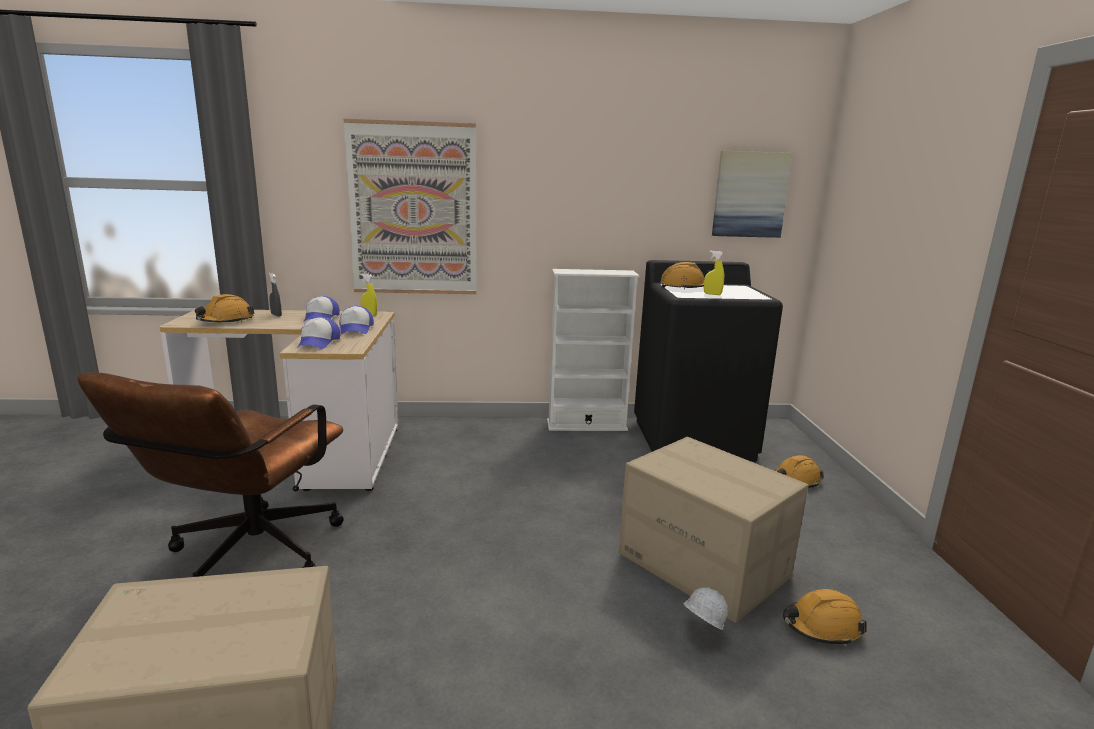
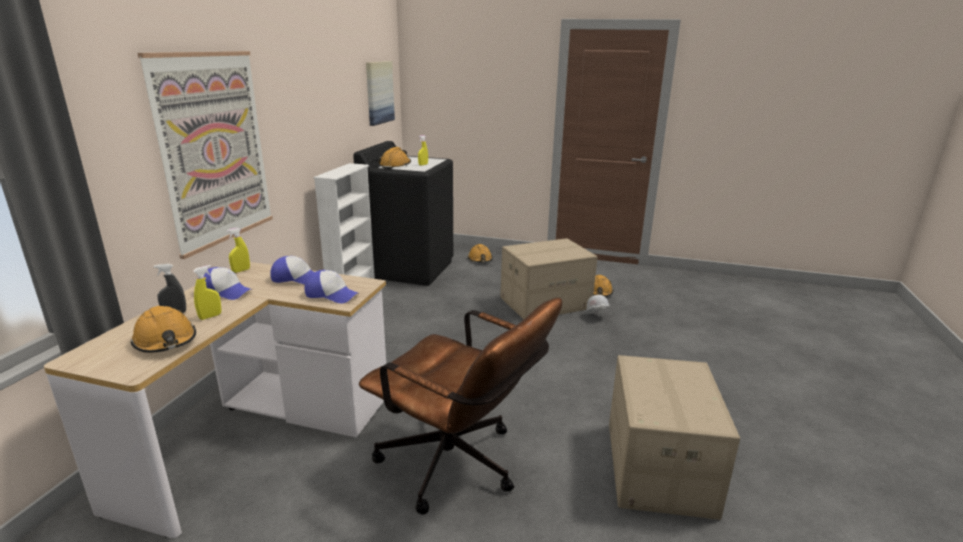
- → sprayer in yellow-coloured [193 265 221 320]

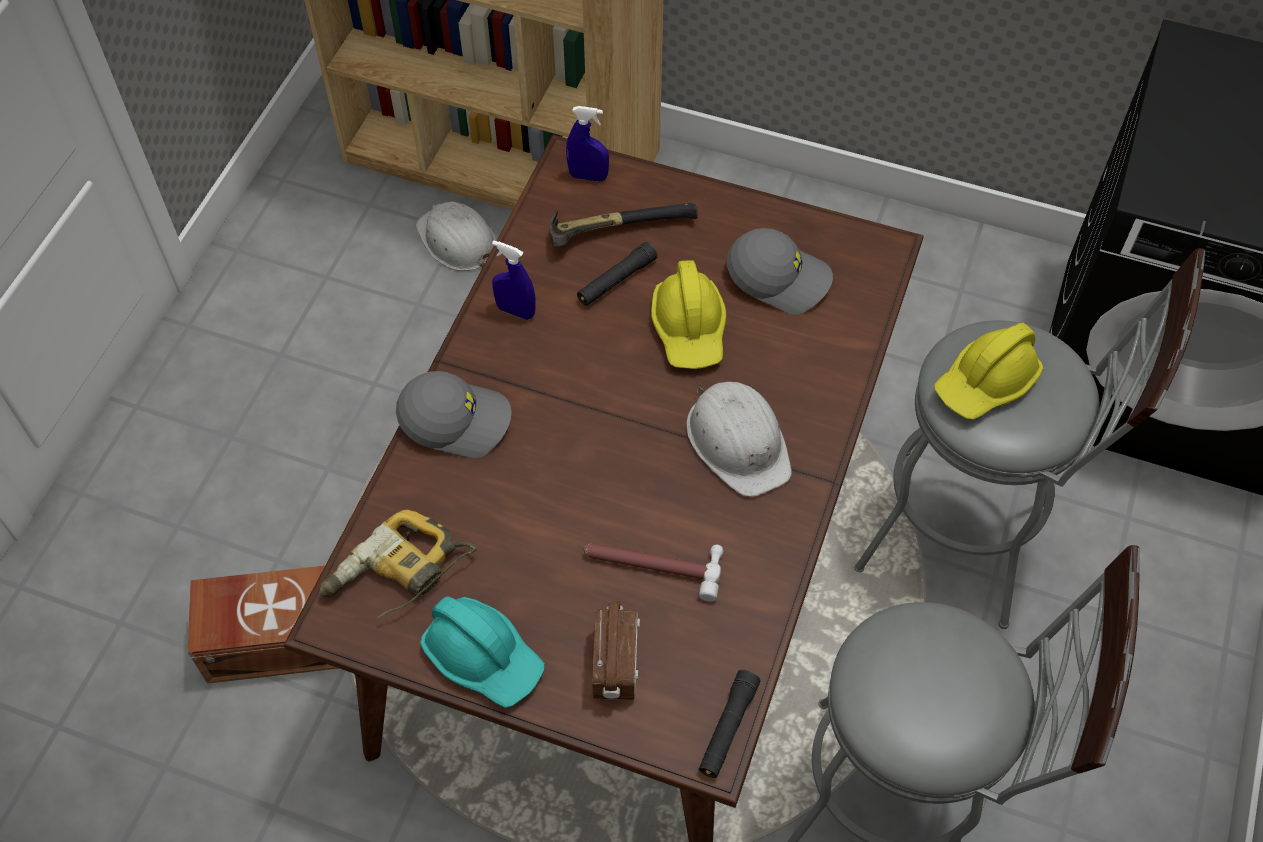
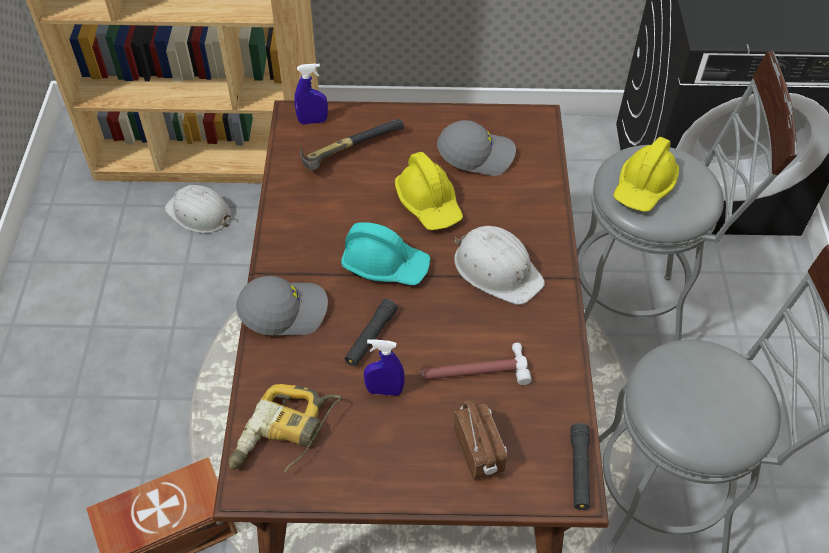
sprayer in blue-coloured [492 240 536 320] → sprayer in blue-coloured [364 339 405 396], relocated
torch in black [577 242 658 306] → torch in black [344 299 398 367], relocated
work helmet in blue-green [420 596 545 708] → work helmet in blue-green [341 222 430 285], relocated

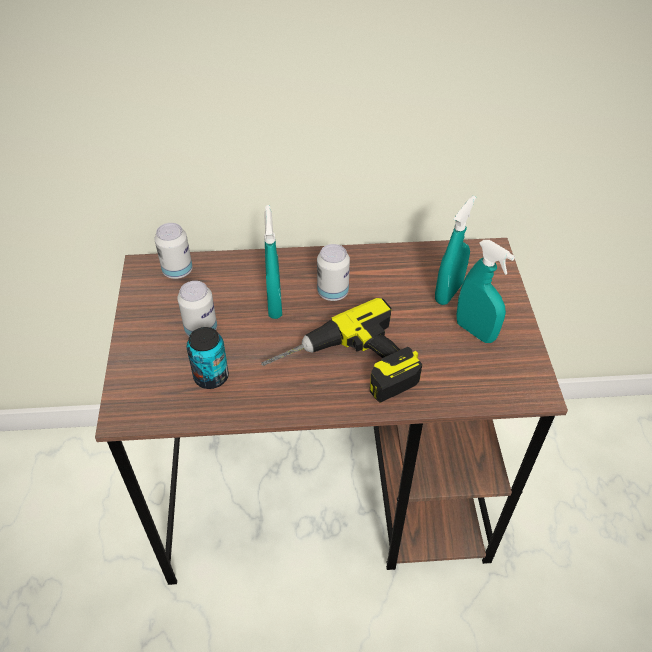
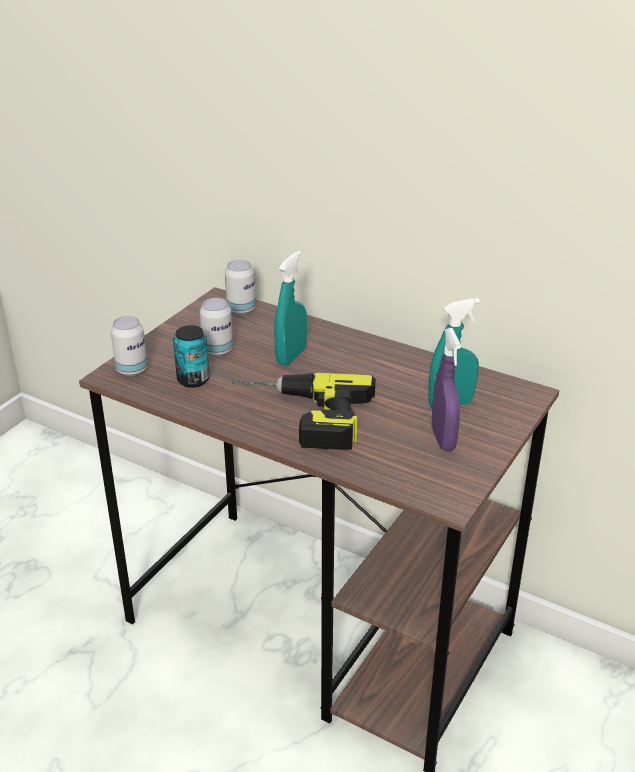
sprayer in blue-green [456 240 515 343] → sprayer in purple-coloured [432 328 461 451]
metal can [317 244 350 301] → metal can [111 316 148 376], relocated

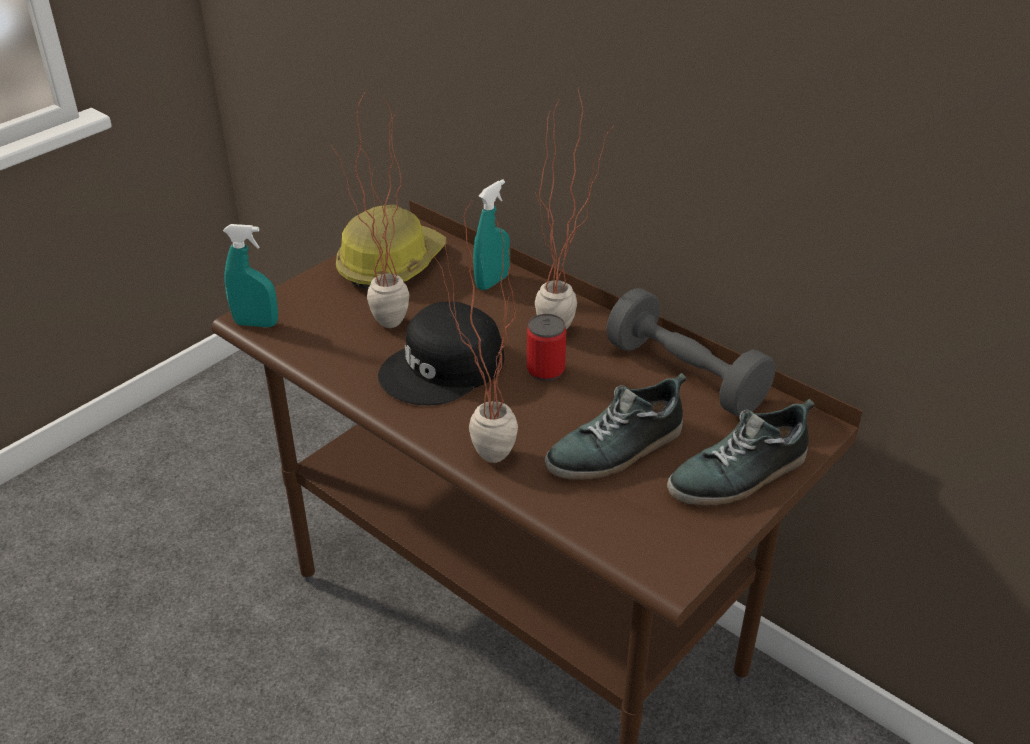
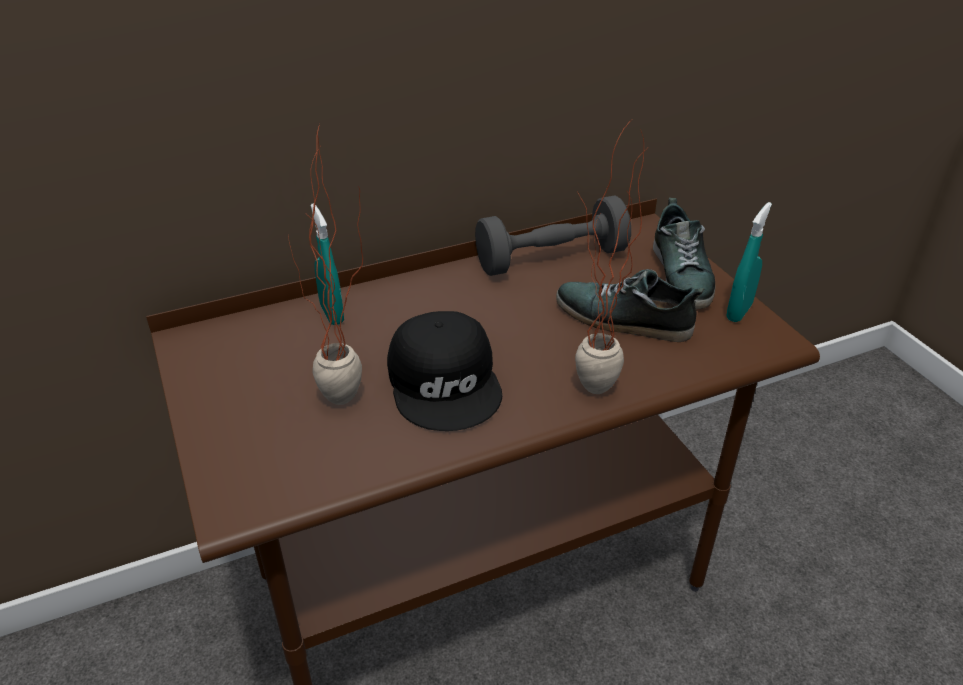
potted plant [535 89 613 330] → -
work helmet [336 205 446 289] → -
sprayer in blue-green [223 224 278 327] → sprayer in blue-green [726 202 772 322], relocated
metal can [527 314 566 381] → -
item of footwear [545 373 686 480] → item of footwear [556 269 705 342], 120 degrees clockwise

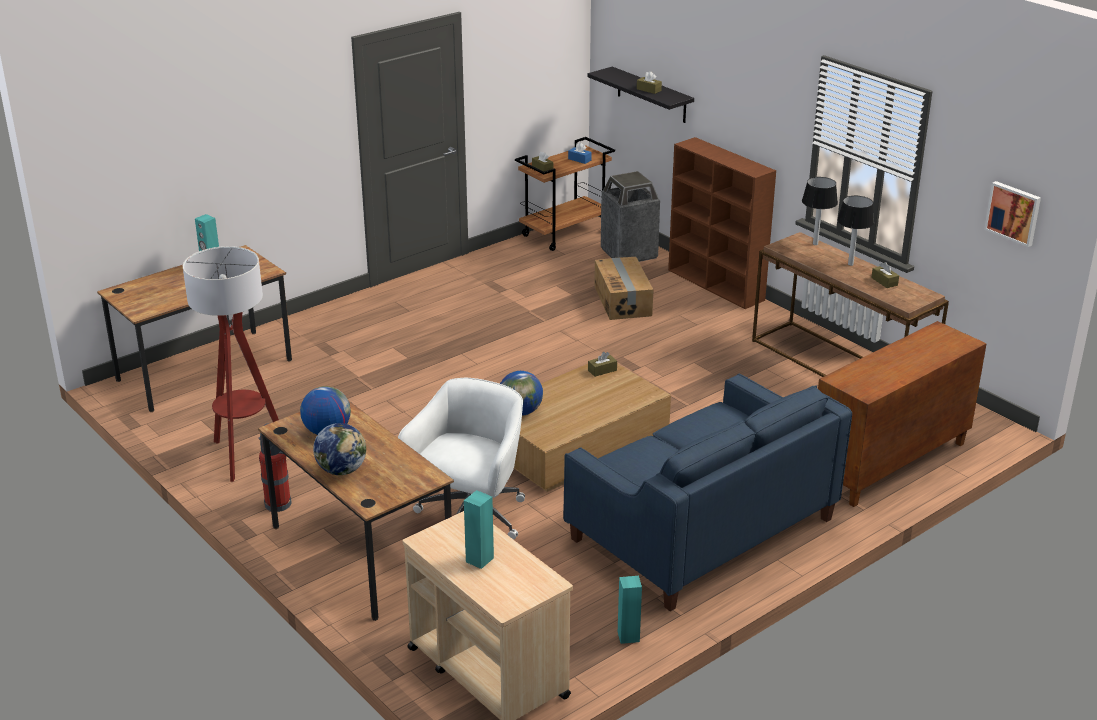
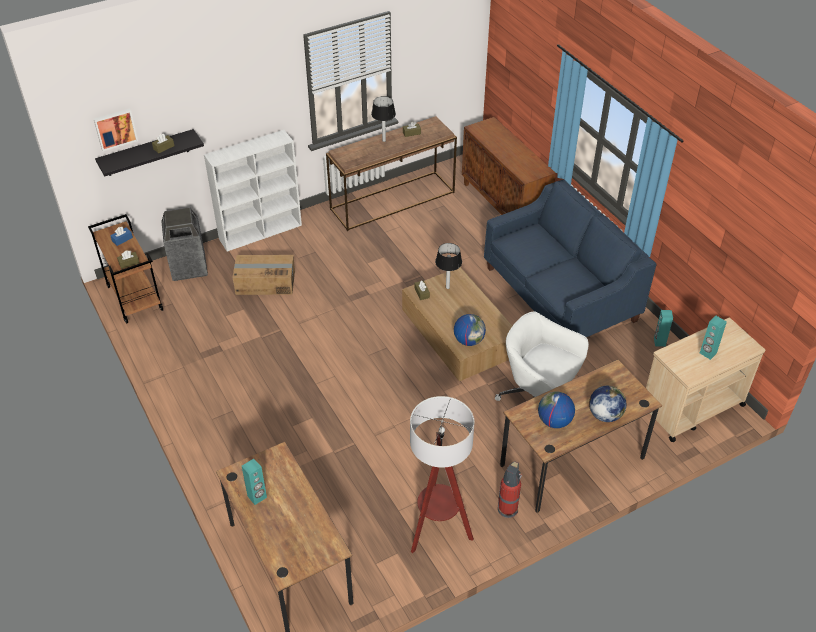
shelving unit in brown-coloured [668 137 776 309] → shelving unit in white [204 130 302 251]
lamp for a table [802 177 838 245] → lamp for a table [435 243 462 289], relocated
wall picture [984 181 1041 247] → wall picture [94 108 138 151], relocated

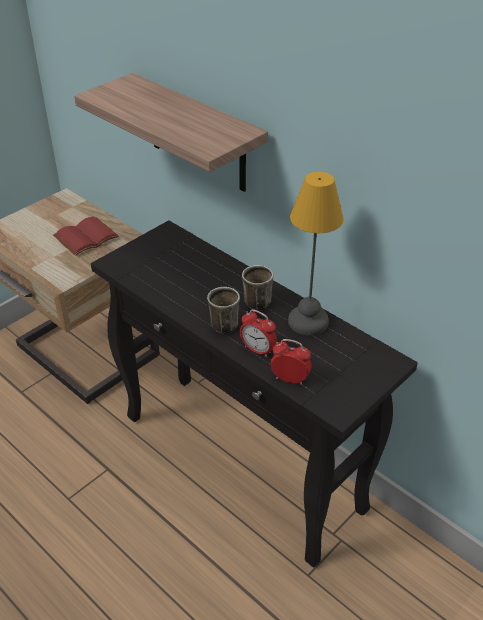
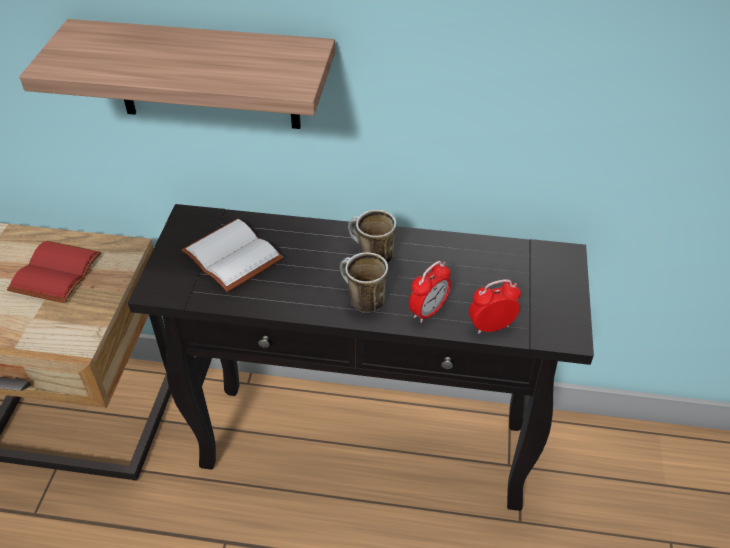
lamp for a table [288 172 343 336] → -
alarm clock [240 309 277 357] → alarm clock [409 261 451 323], 45 degrees counterclockwise
- → bound book in white [182 219 283 292]

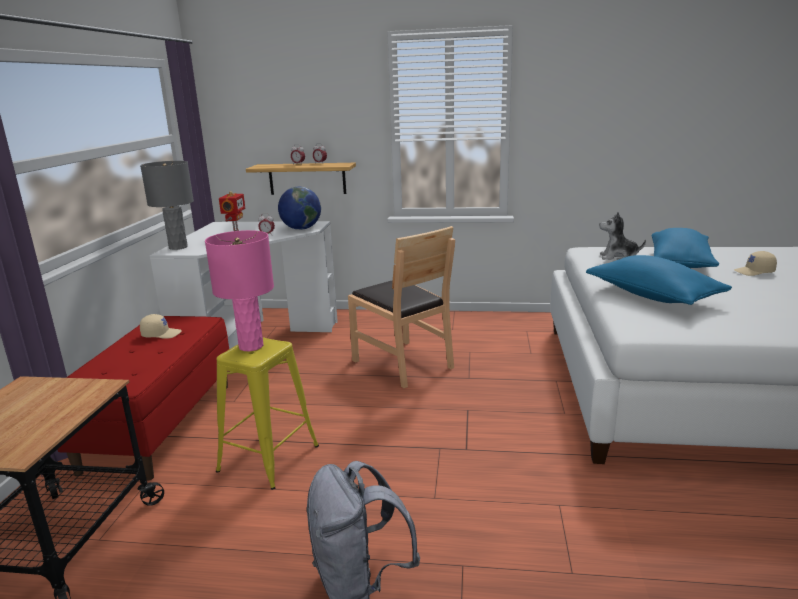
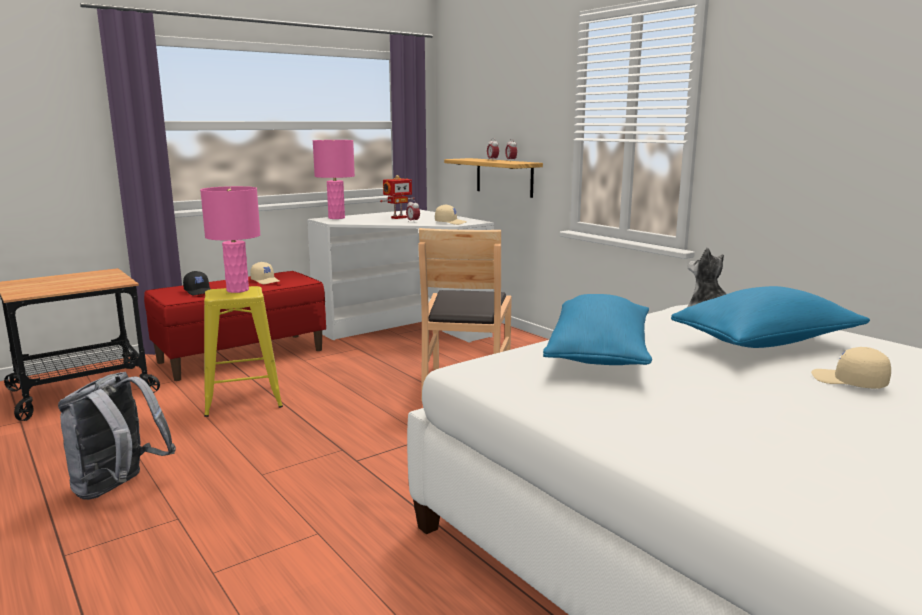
lamp for a table in greyish [140 161 194 250] → lamp for a table in pinkish [313 140 355 219]
world globe [278 187 321 230] → peaked cap in sand-coloured [435 204 467 225]
- → peaked cap in black [183 271 211 295]

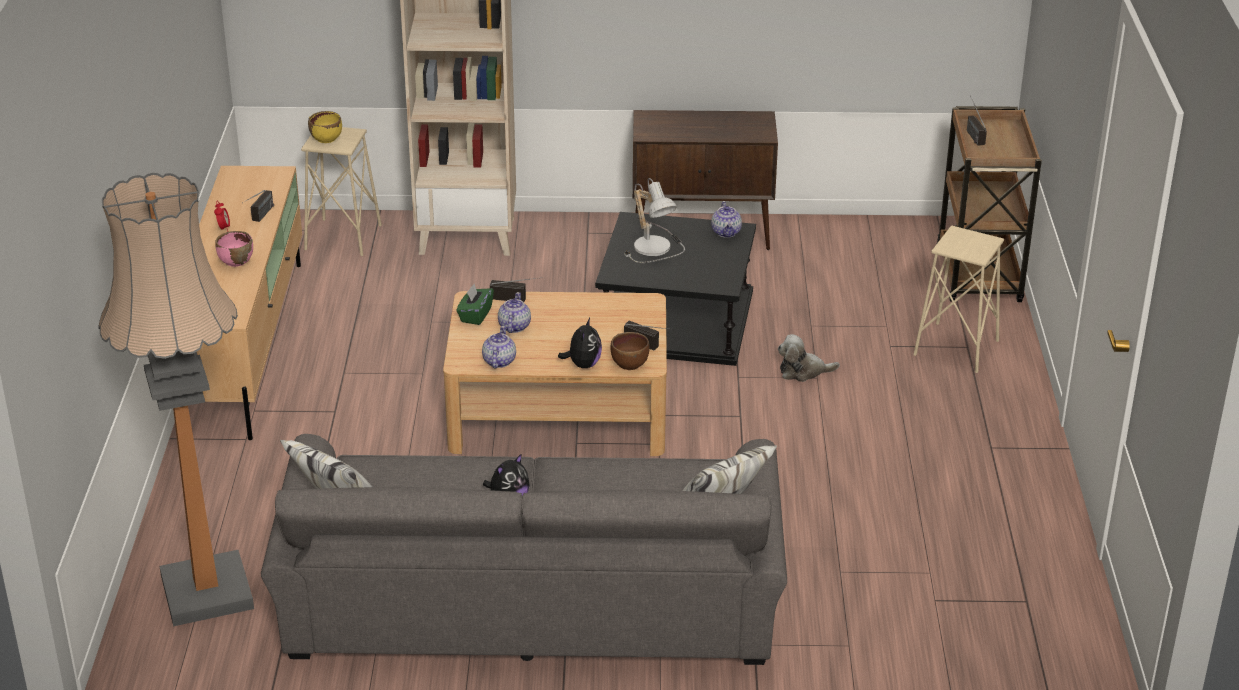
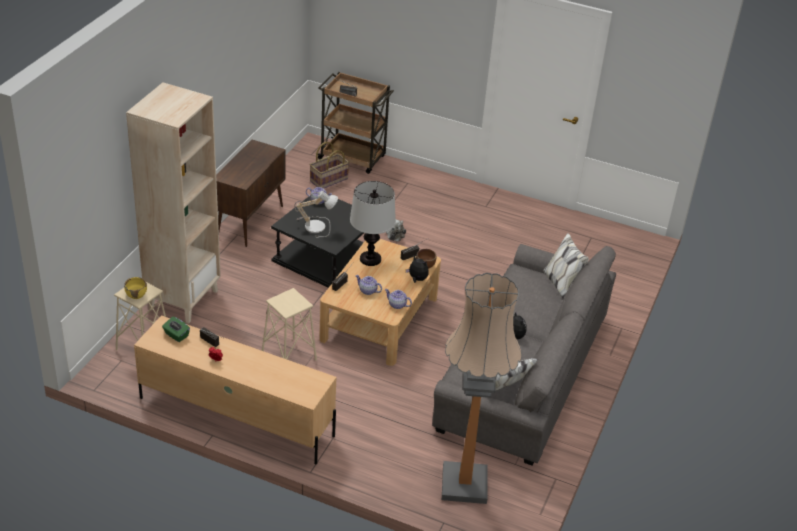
sitting stool in sand-coloured [913 225 1004 373] → sitting stool in sand-coloured [262 288 317 361], relocated
deep dish in pinkish [215 231 253 267] → -
tissue box in green [457 284 494 325] → tissue box in green [162 316 190 342], relocated
- → storage basket [310 142 349 189]
- → lamp for a table [350 181 396 266]

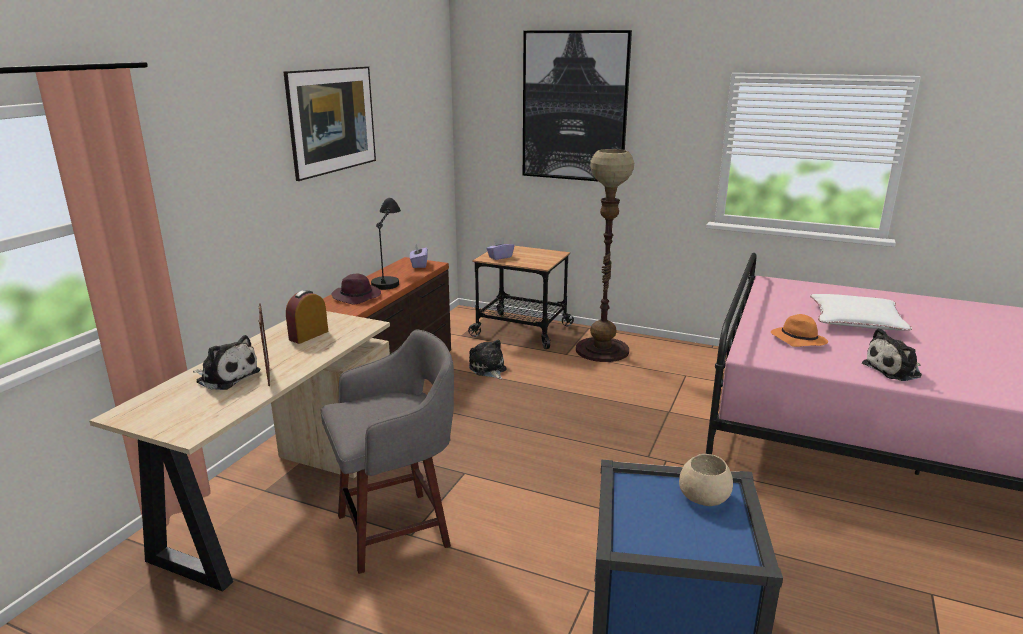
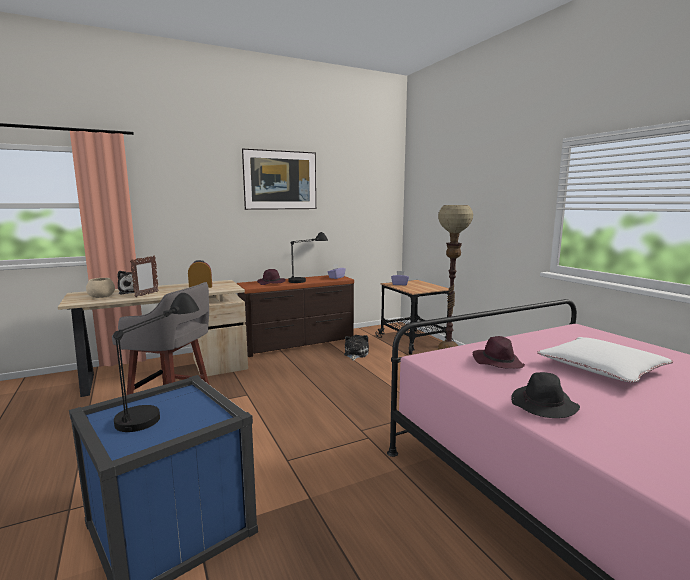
wall picture [523 30 632 182] → -
hat in orange-coloured [771 314 828 347] → hat in purple-coloured [472 336 525 369]
plush toy [862 328 922 381] → hat in black [511 372 580 418]
deep dish in sand-coloured [679 454 733 506] → deep dish in sand-coloured [86 278 115 298], relocated
- → lamp for a table in black [113 293 199 432]

